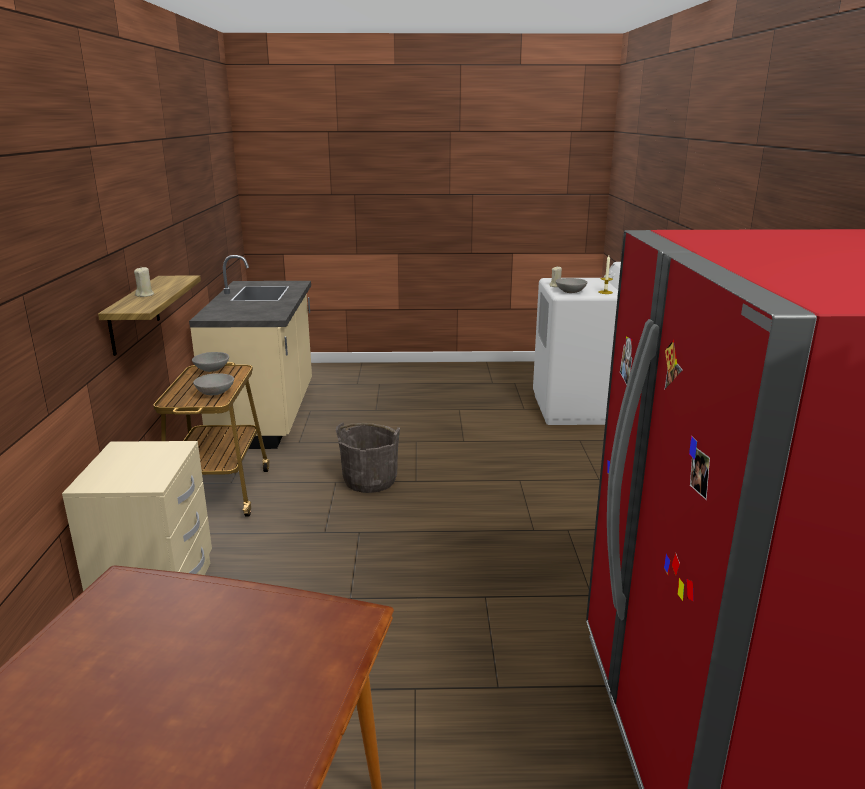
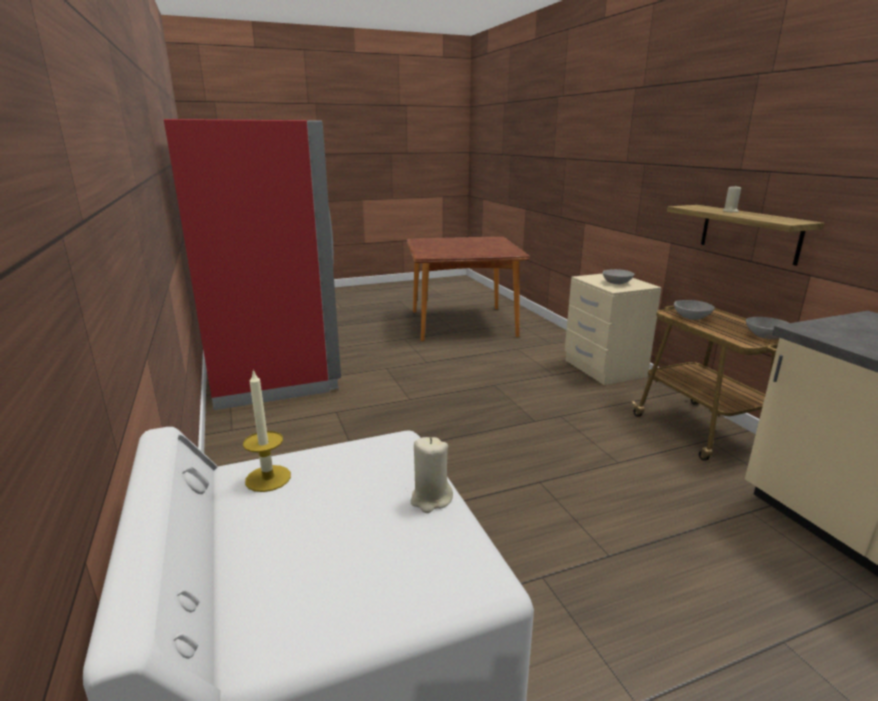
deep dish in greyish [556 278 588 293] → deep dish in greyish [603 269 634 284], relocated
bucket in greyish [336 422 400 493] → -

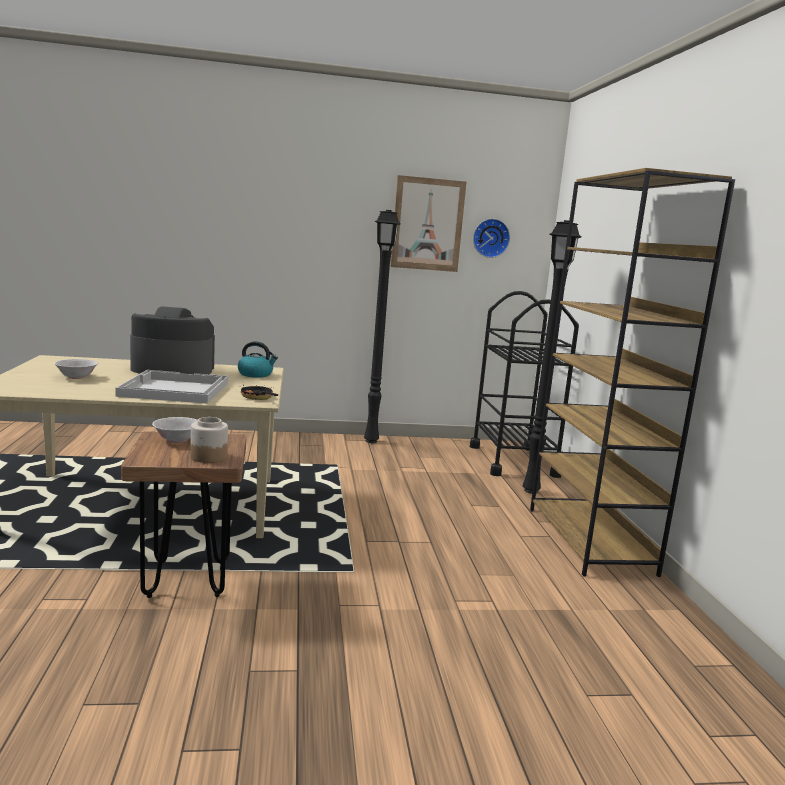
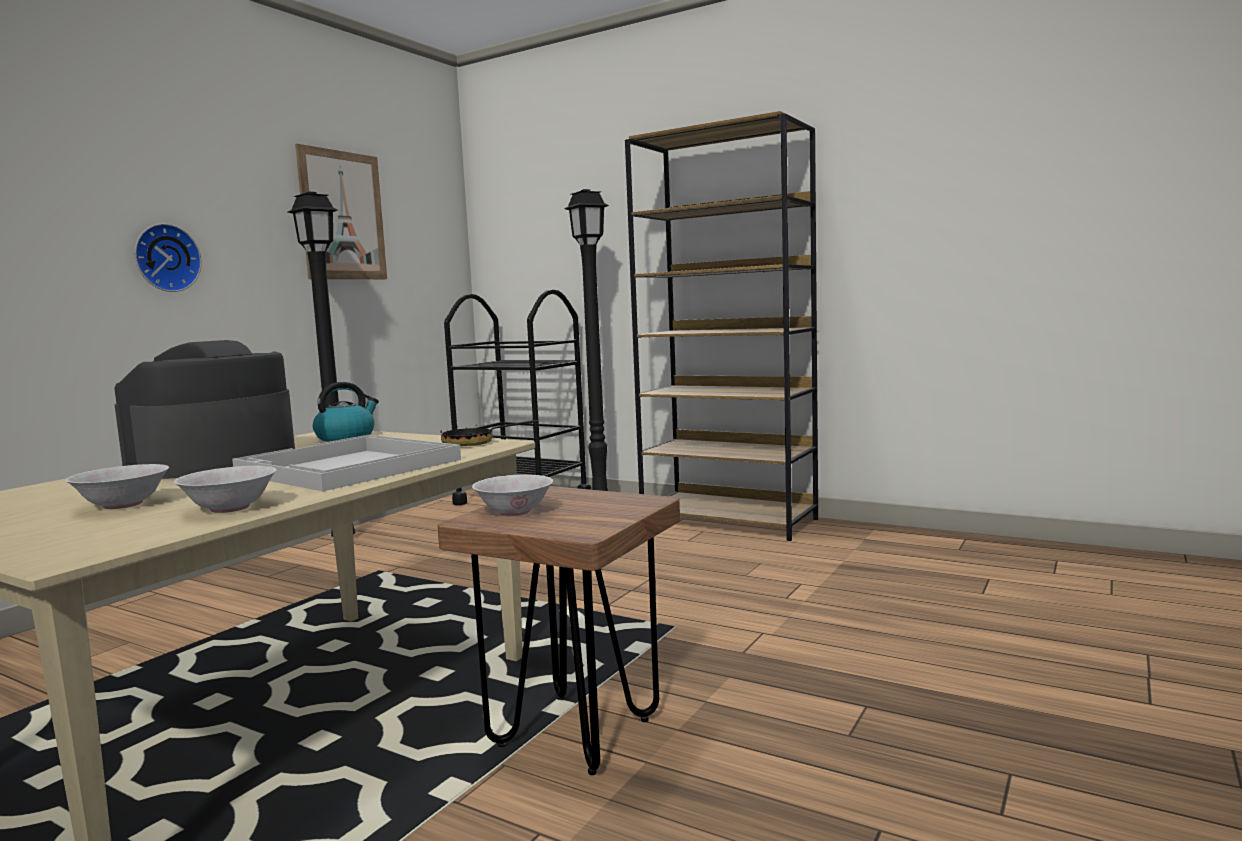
clock on the wall [473 219 510 258] → clock on the wall [135 224 202 292], relocated
storage jar [190 417 228 463] → -
- → deep dish in white [174 466 277 513]

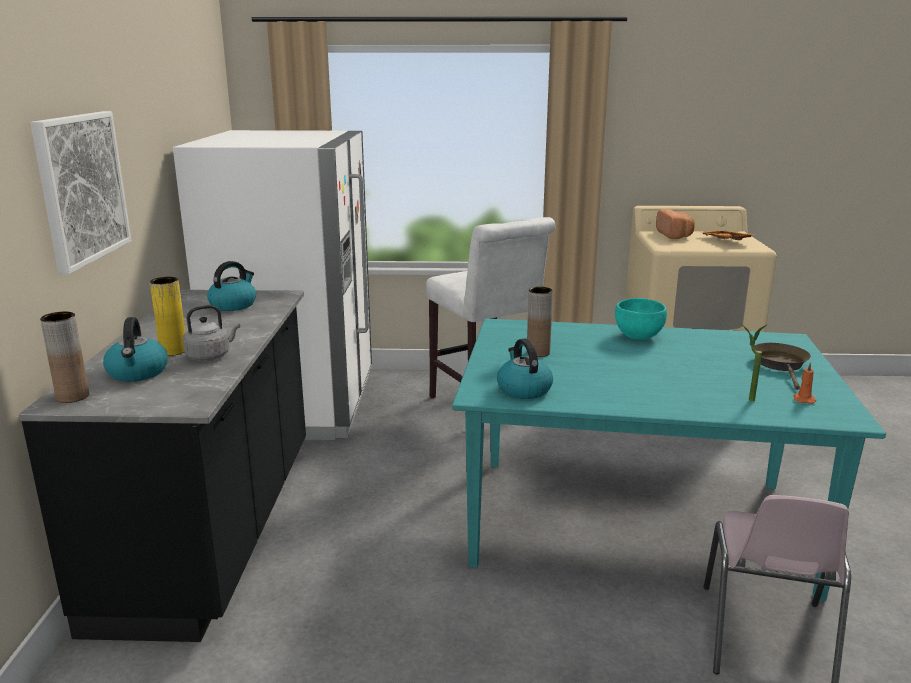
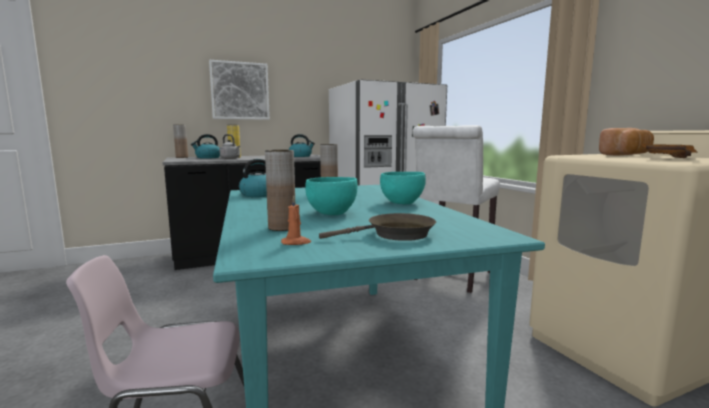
potted plant [742 324 768 402] → flower vase in brown-coloured [265 150 295 231]
- → deep dish in blue-green [305 177 358 215]

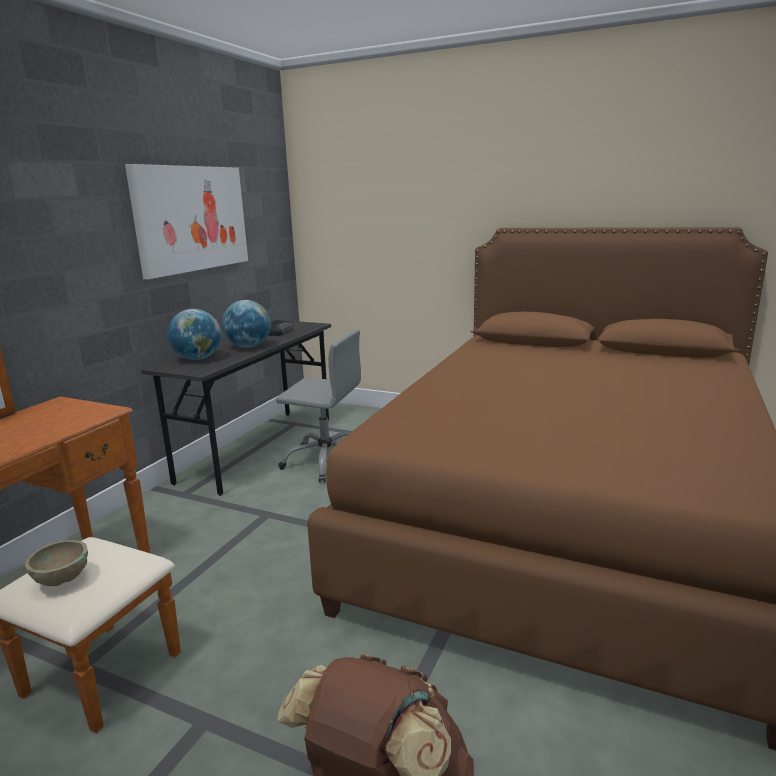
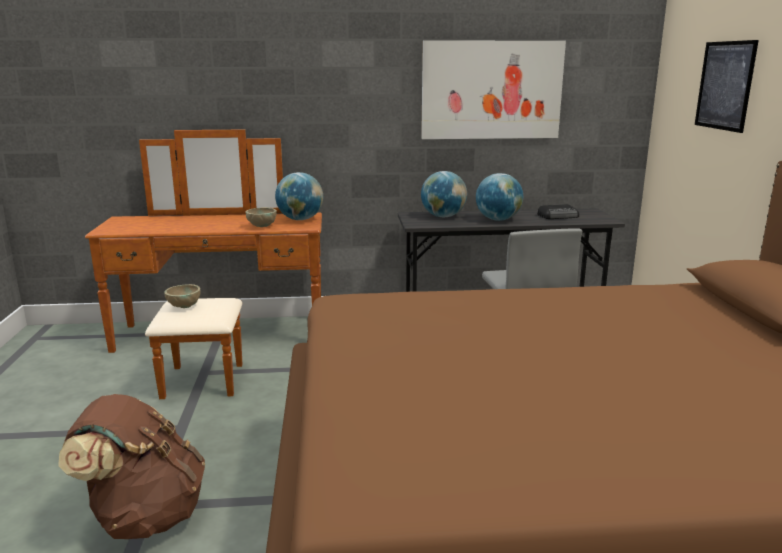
- → wall picture [695 40 759 133]
- → world globe [275 172 323 220]
- → deep dish in sand-coloured [245 207 277 227]

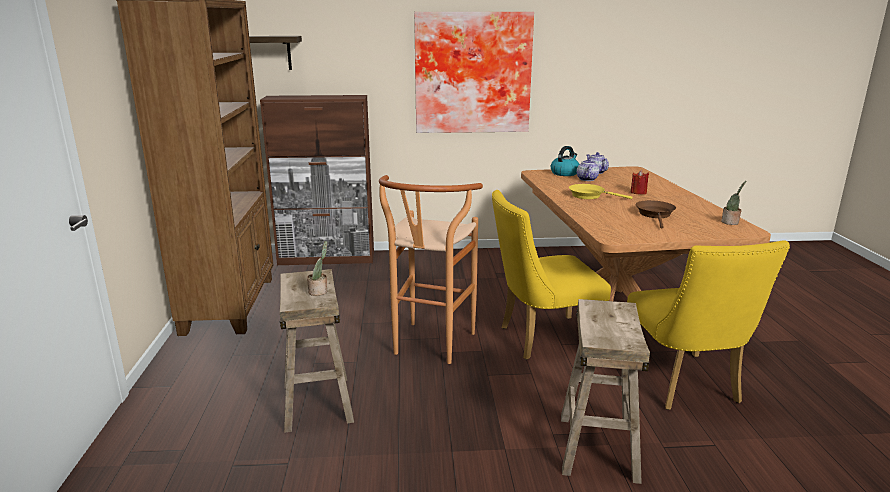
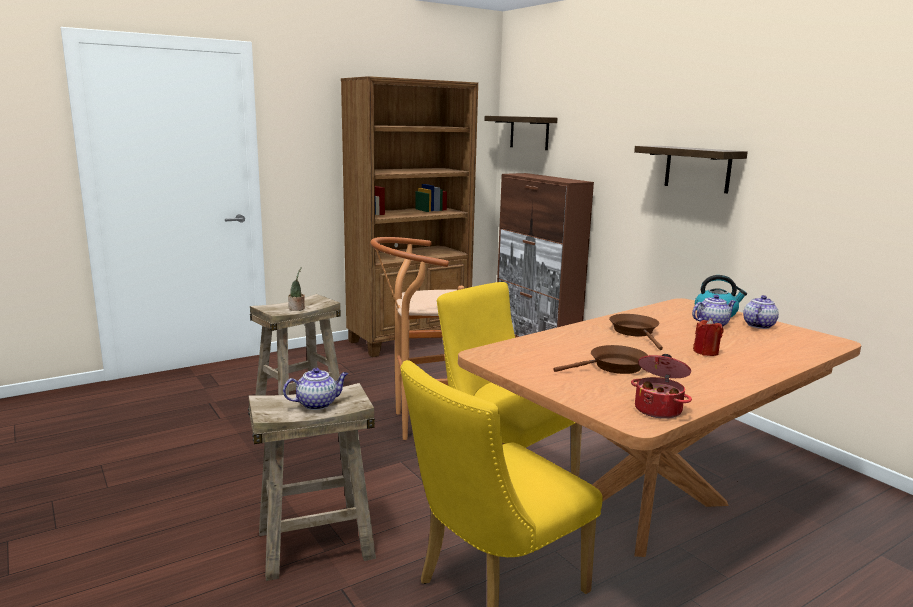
wall picture [414 12 534 133] → bracket shelf [634 146 748 193]
potted plant [721 181 746 225] → saucepot [631 354 692 419]
pan in yellow-coloured [569 184 632 199] → pan in brown-coloured [609 314 663 350]
- → tea pot [283 368 348 410]

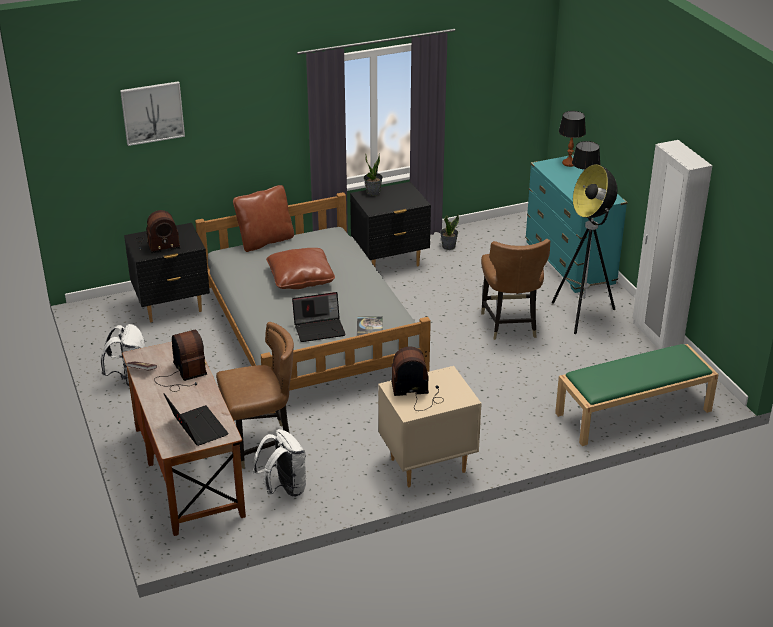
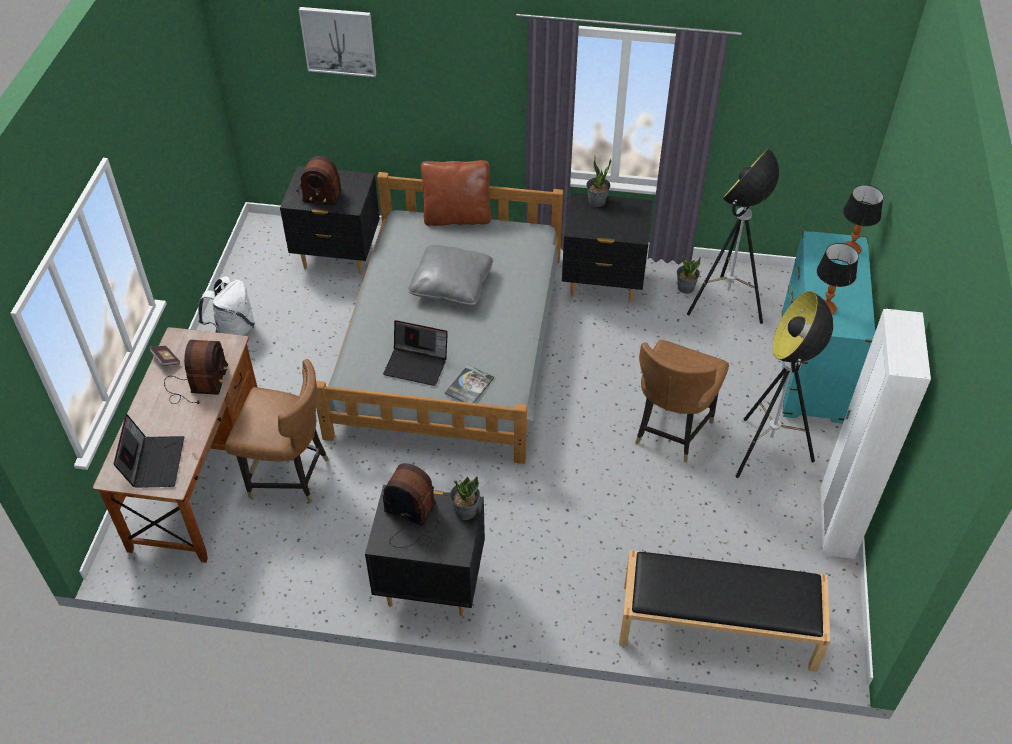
pillow in brown-coloured [266 248 335 289] → pillow in greyish [408 245 493 306]
bench in green [555 344 719 446] → bench in black [619 550 830 672]
bedside table in sand-coloured [378 366 482 487] → bedside table in black [365 484 485 616]
rucksack in white [253 429 306 497] → -
- → floor lamp [687 148 779 324]
- → potted plant [450 477 480 520]

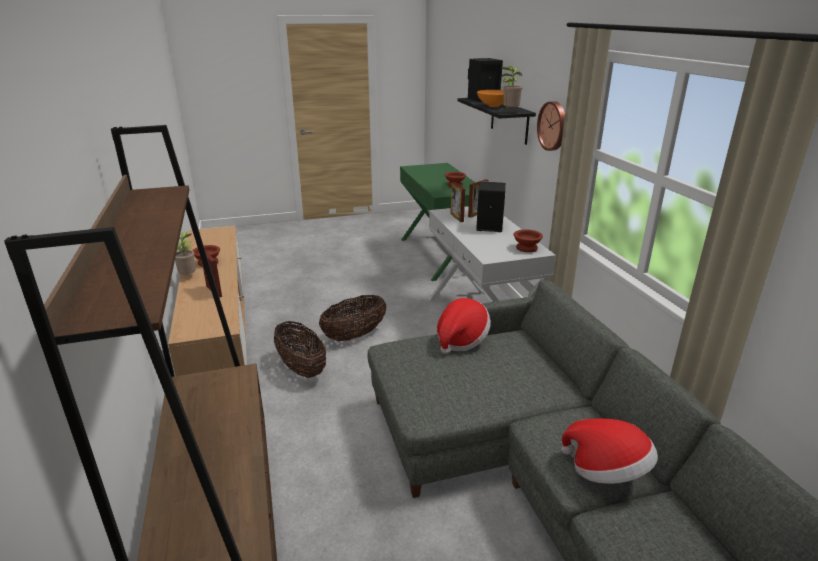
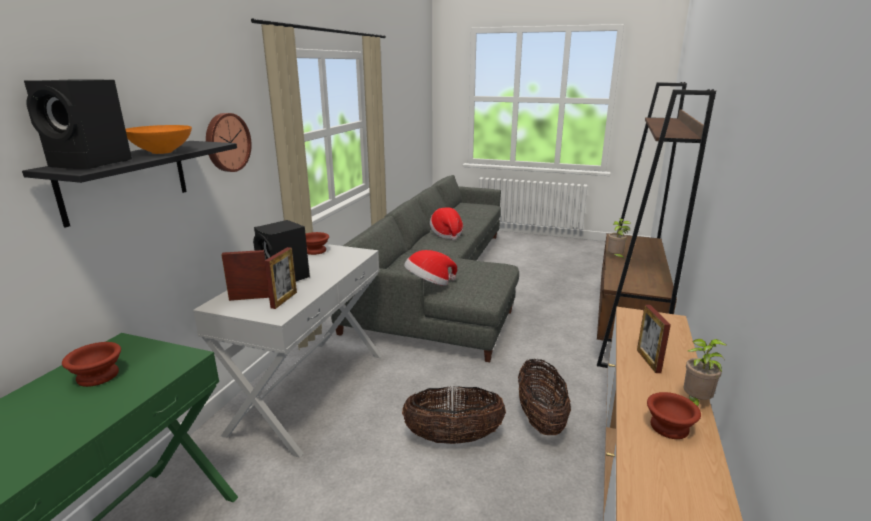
potted plant [501 66 522 110] → potted plant [608 218 631 260], relocated

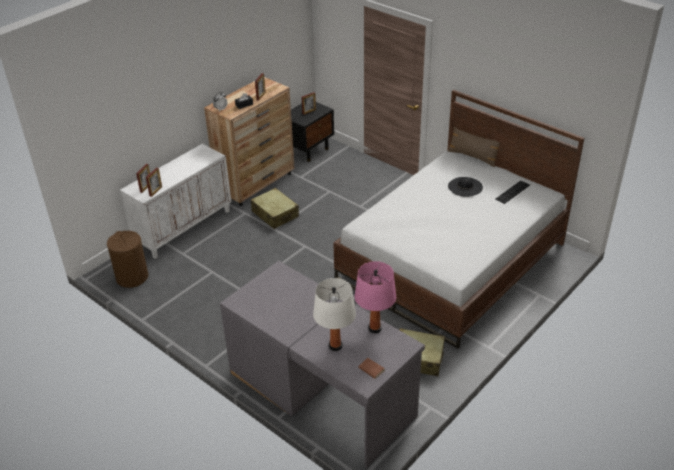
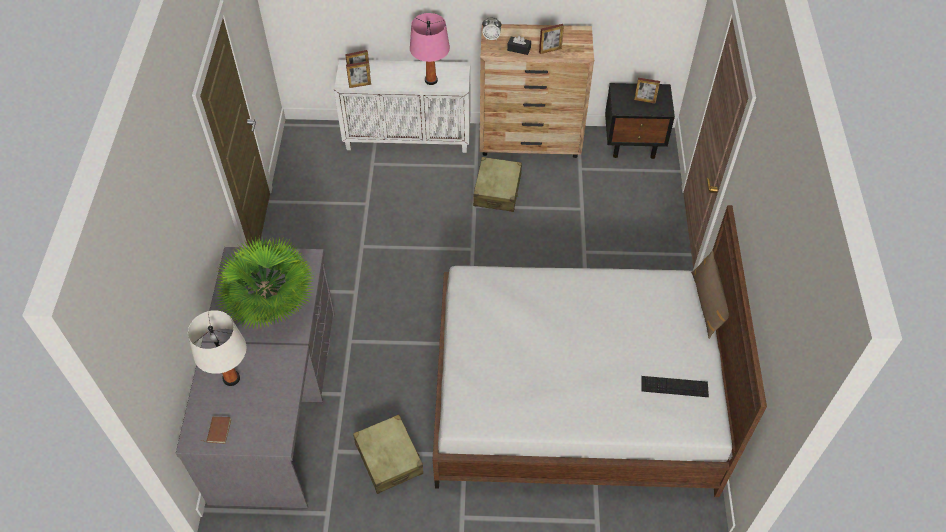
hat in black [448 177 483 197] → -
washing basket in brown-coloured [107 231 148 288] → -
lamp for a table in pinkish [355 261 396 333] → lamp for a table in pinkish [410 13 450 85], relocated
- → potted plant [214 237 314 328]

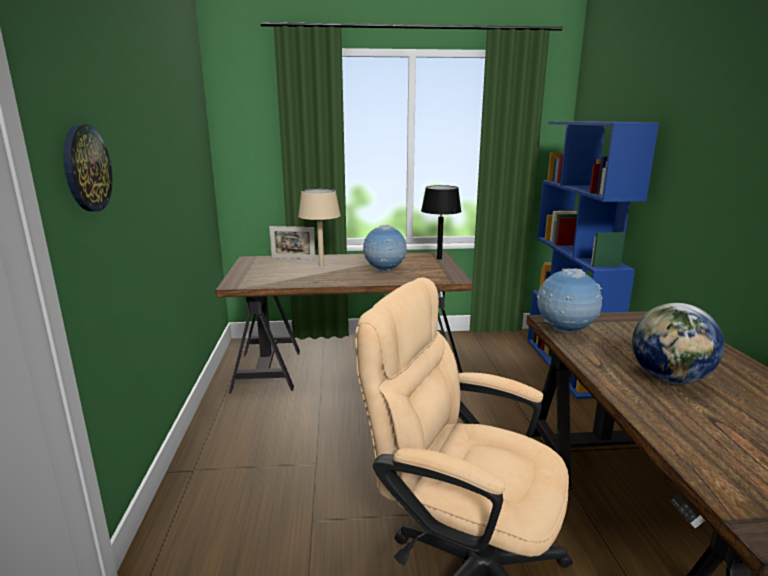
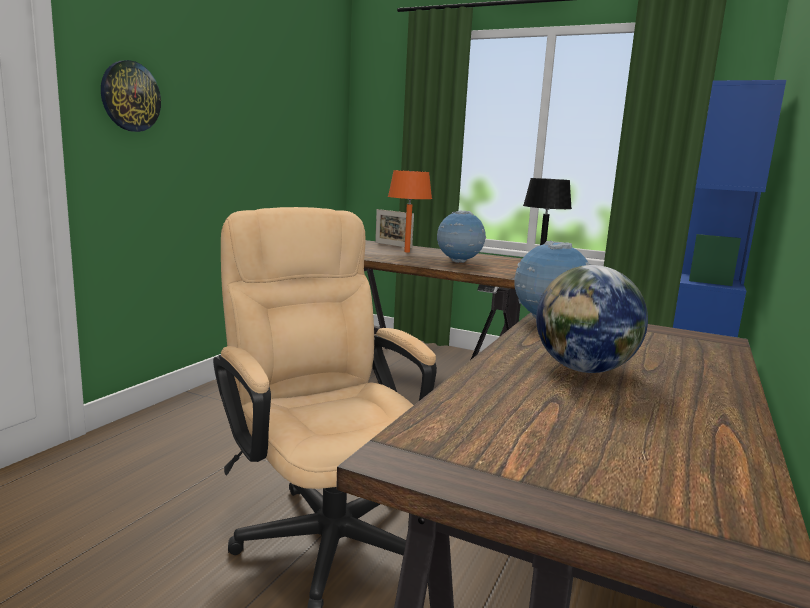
lamp for a table in sand-coloured [298 189 341 267] → lamp for a table in orange-coloured [388 170 432 252]

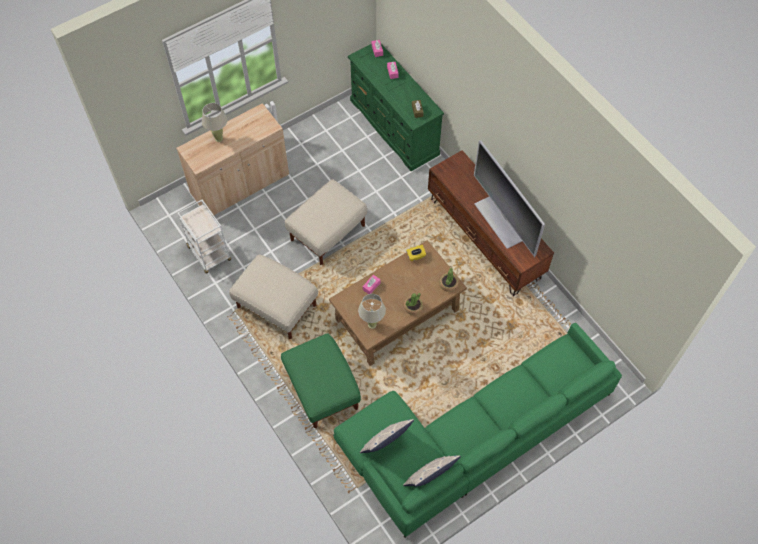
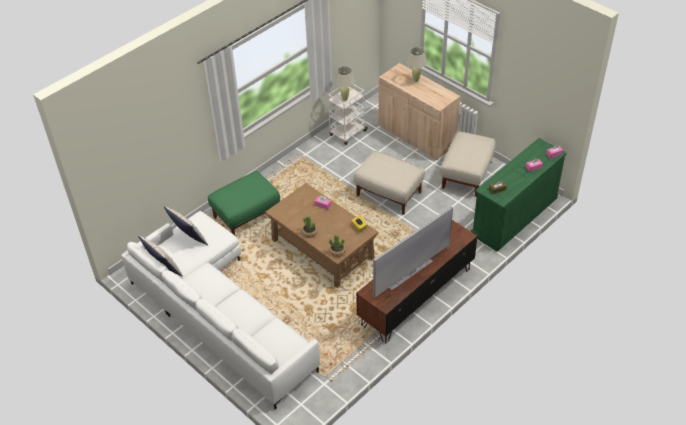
pouffe in sand-coloured [229 255 318 339] → pouffe in sand-coloured [440 131 496 197], relocated
lamp for a table in sand-coloured [358 294 386 329] → lamp for a table in sand-coloured [335 66 355 102], relocated
couch in green [334 323 622 538] → couch in white [121 211 320 410]

